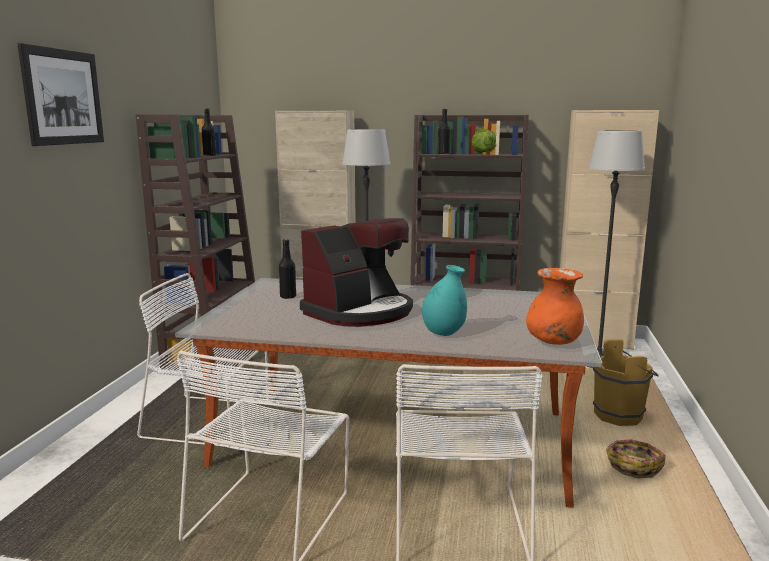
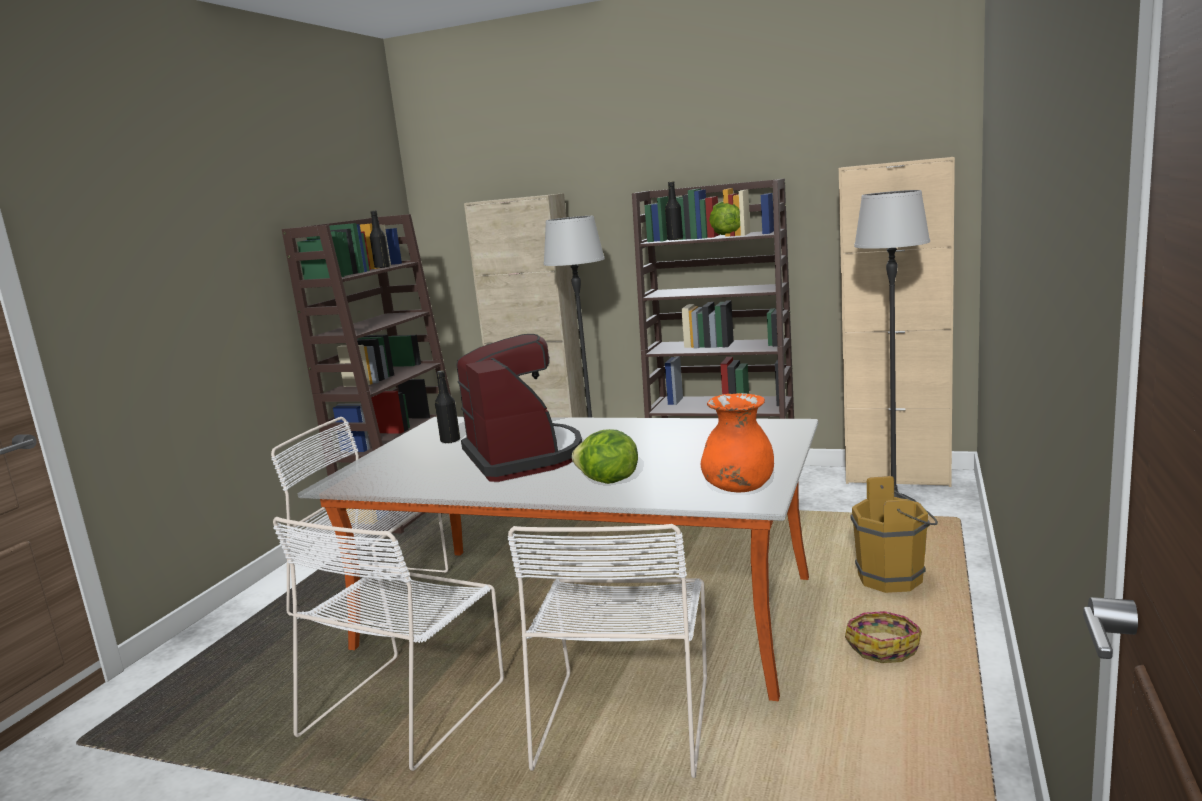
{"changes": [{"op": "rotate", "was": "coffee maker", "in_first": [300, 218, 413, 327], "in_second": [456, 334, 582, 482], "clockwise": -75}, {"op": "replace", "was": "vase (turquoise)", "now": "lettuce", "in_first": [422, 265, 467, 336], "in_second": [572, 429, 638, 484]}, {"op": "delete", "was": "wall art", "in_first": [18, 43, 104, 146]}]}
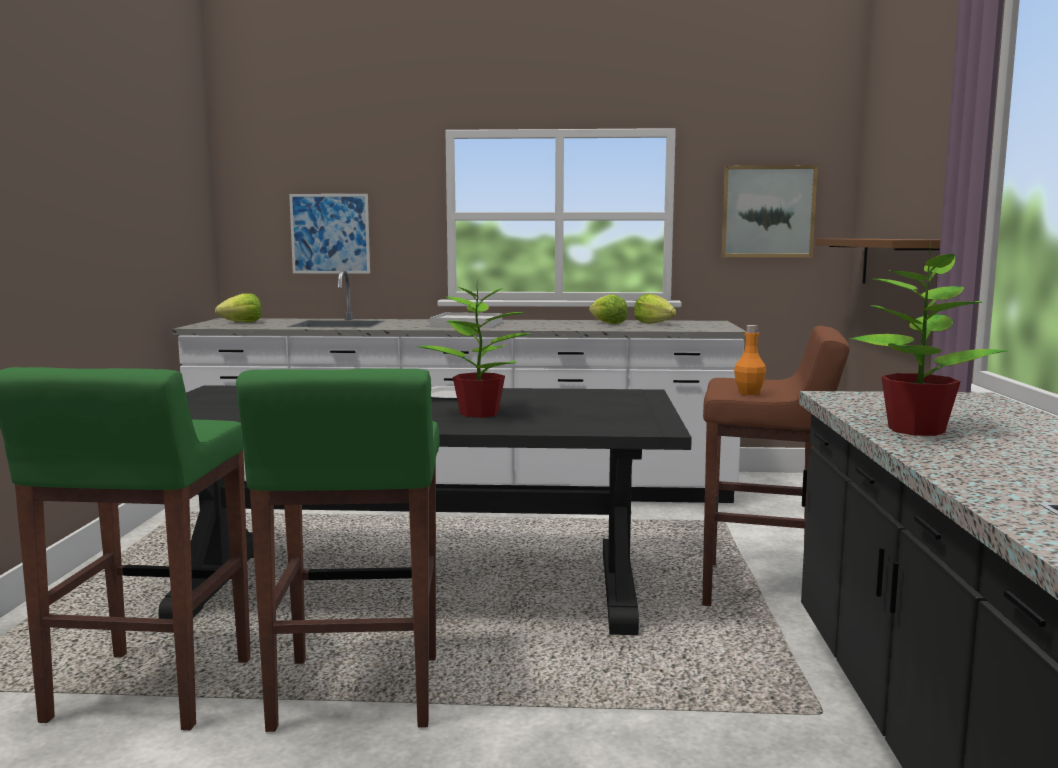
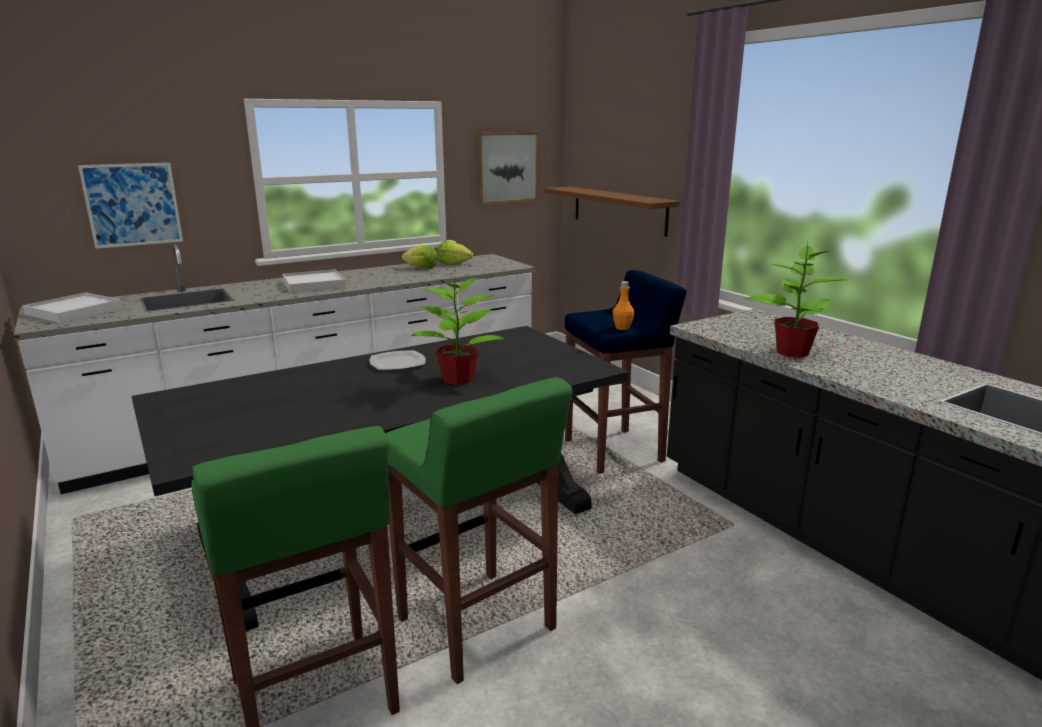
{"changes": [{"op": "replace", "was": "lettuce", "now": "serving tray (white)", "in_first": [215, 293, 262, 322], "in_second": [22, 292, 122, 323]}, {"op": "recolor", "was": "stool (brownish)", "now": "stool (bluish)", "in_first": [702, 326, 850, 606], "in_second": [565, 270, 686, 474]}]}
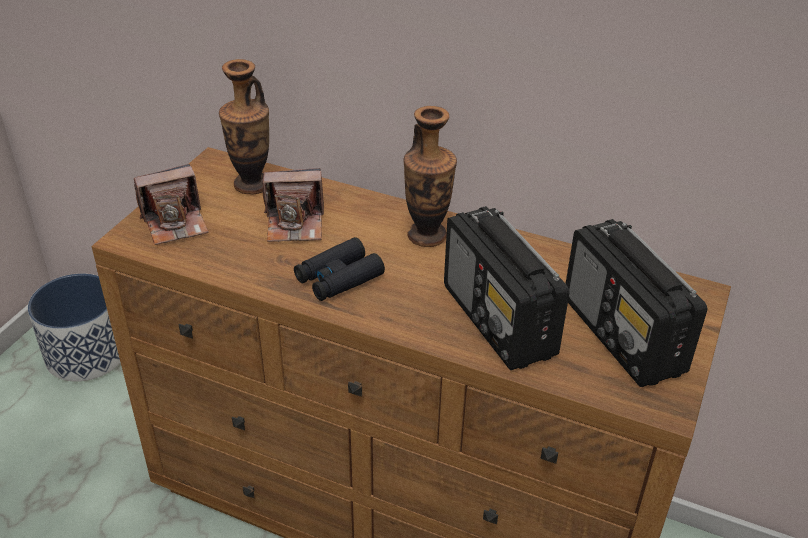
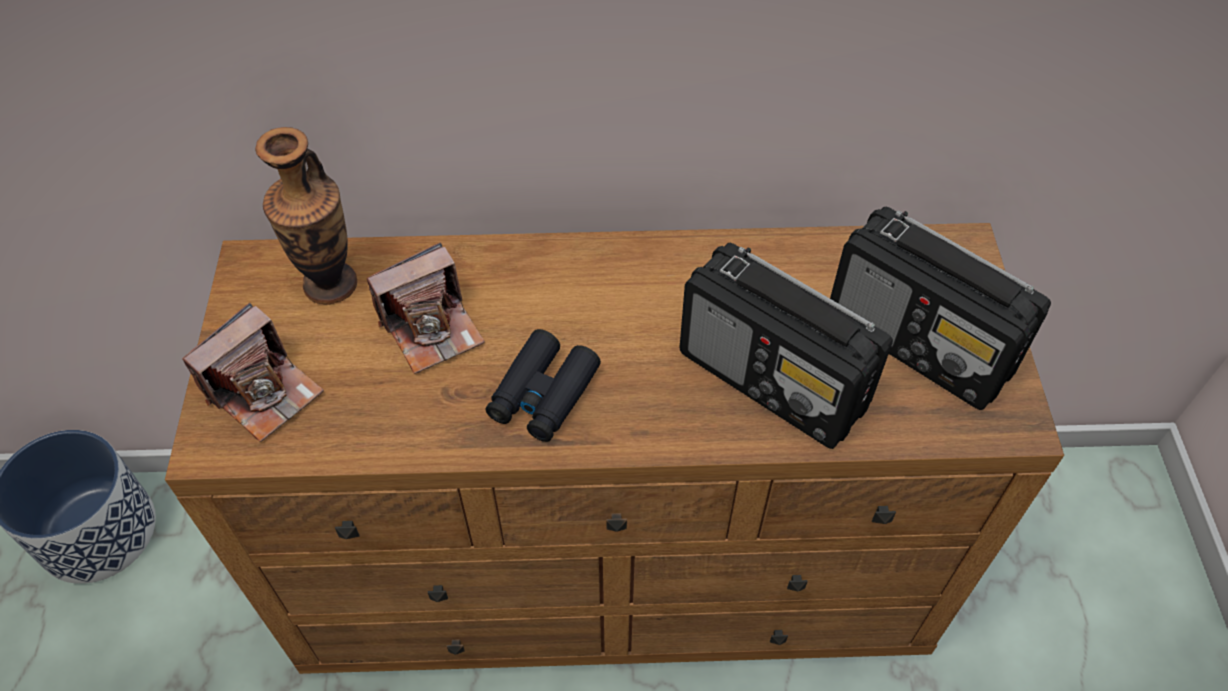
{"changes": [{"op": "delete", "was": "vase", "in_first": [404, 106, 457, 247]}]}
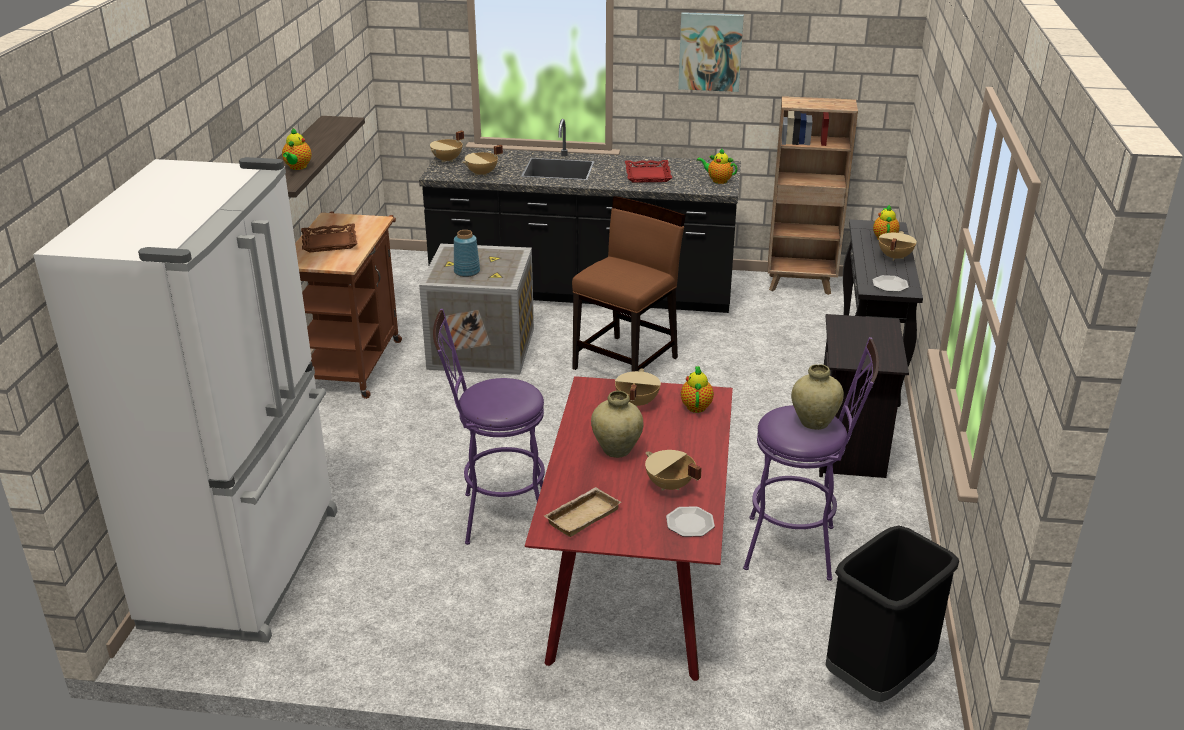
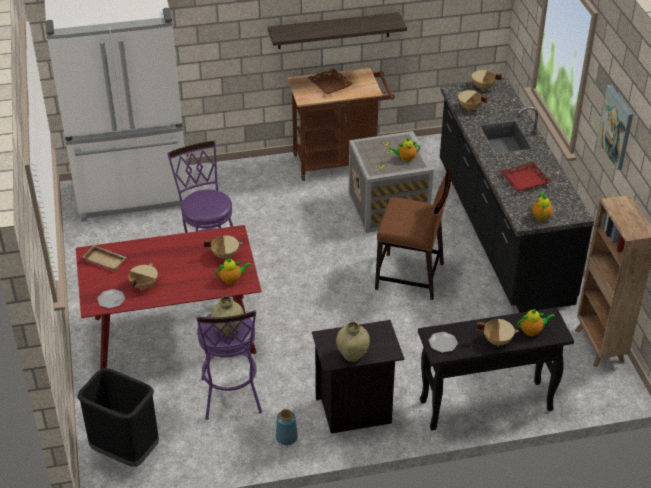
{"changes": [{"op": "move", "was": "vase (bluish)", "in_first": [454, 230, 480, 277], "in_second": [276, 409, 298, 445]}, {"op": "move", "was": "vase (beige-coloured)", "in_first": [591, 391, 644, 458], "in_second": [336, 322, 370, 362]}, {"op": "move", "was": "tea pot", "in_first": [282, 128, 312, 170], "in_second": [389, 138, 420, 162]}]}
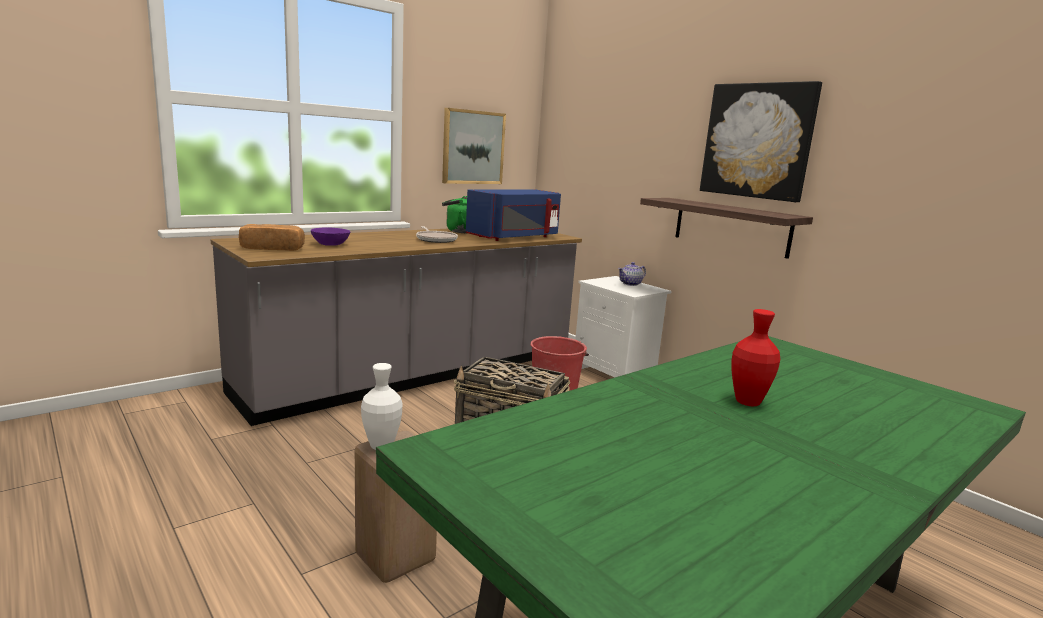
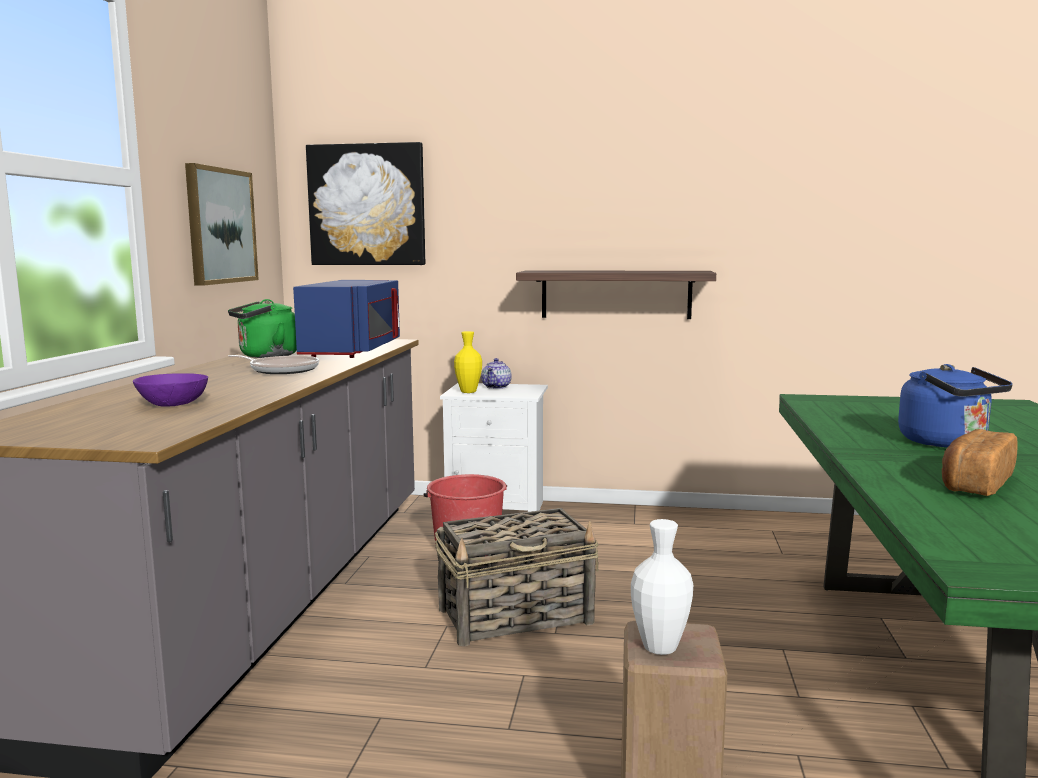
{"changes": [{"op": "move", "was": "wall art", "in_first": [700, 81, 822, 202], "in_second": [306, 142, 425, 265]}, {"op": "insert", "now": "vase (yellow-coloured)", "in_second": [454, 331, 482, 393]}, {"op": "replace", "was": "vase (red-coloured)", "now": "tea kettle (bluish)", "in_first": [731, 309, 780, 406], "in_second": [898, 364, 1013, 448]}, {"op": "move", "was": "bakery bread", "in_first": [239, 224, 305, 251], "in_second": [942, 429, 1018, 496]}]}
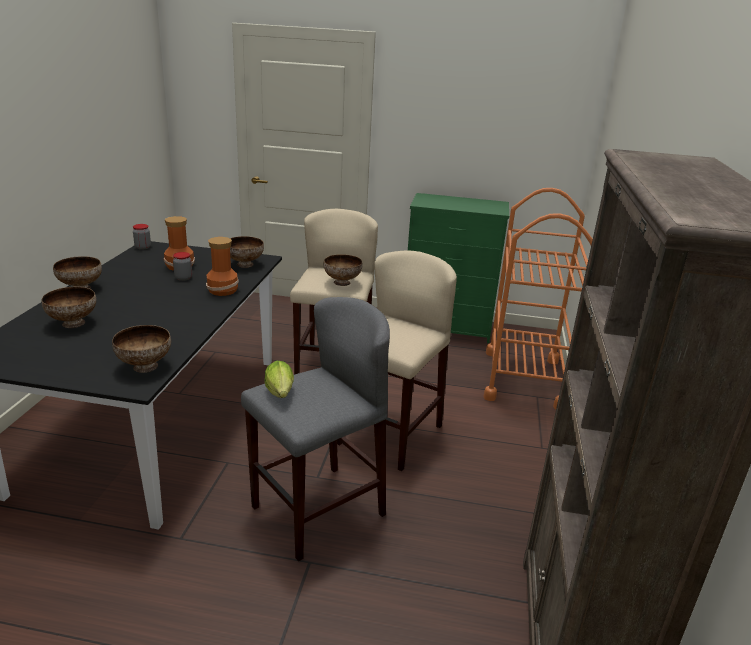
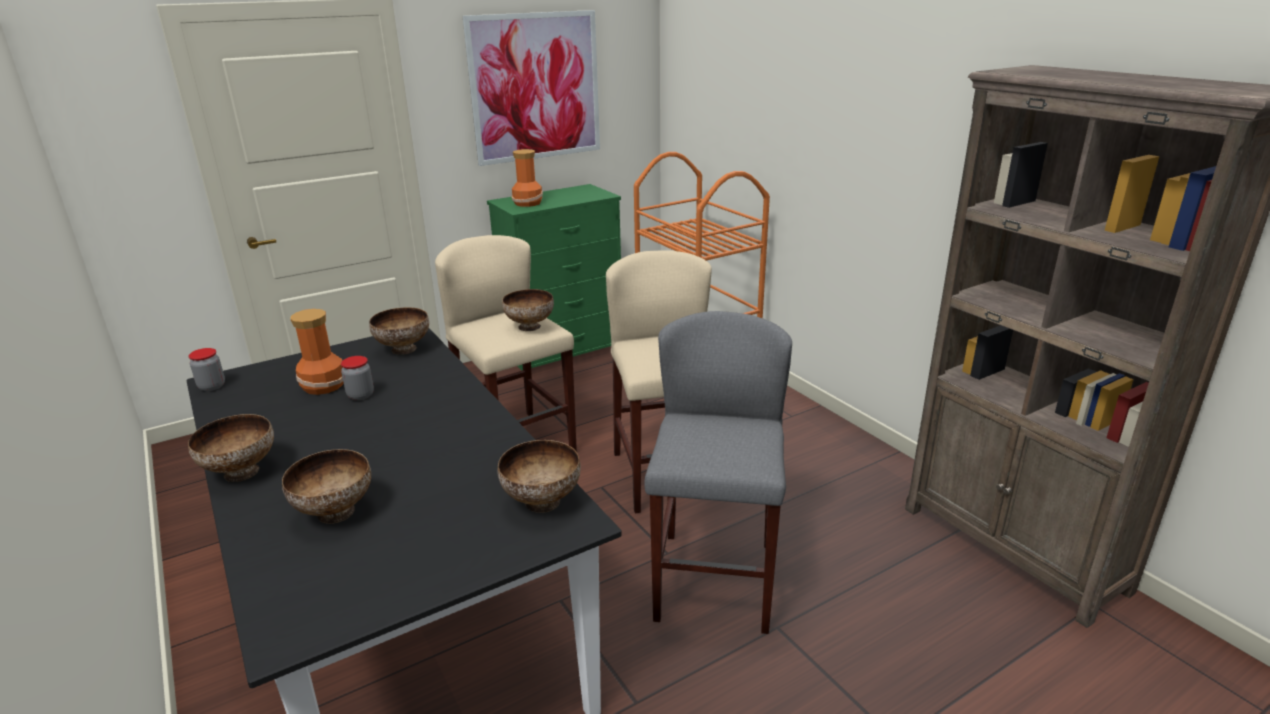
{"changes": [{"op": "insert", "now": "wall art", "in_second": [463, 10, 600, 166]}, {"op": "move", "was": "vase", "in_first": [206, 237, 239, 296], "in_second": [512, 149, 543, 207]}, {"op": "delete", "was": "lettuce", "in_first": [264, 361, 294, 398]}]}
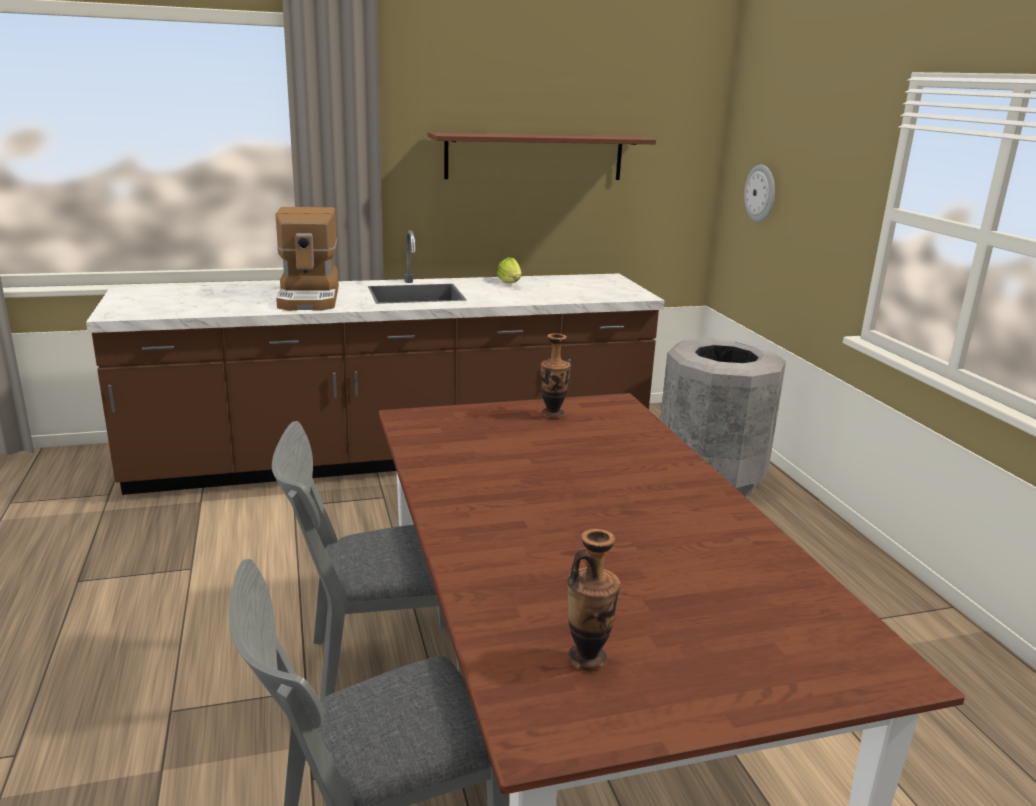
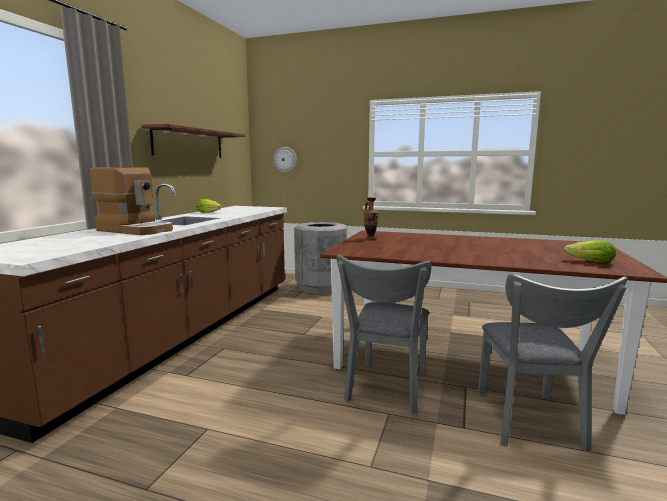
{"changes": [{"op": "replace", "was": "vase", "now": "lettuce", "in_first": [567, 529, 621, 672], "in_second": [564, 240, 616, 262]}]}
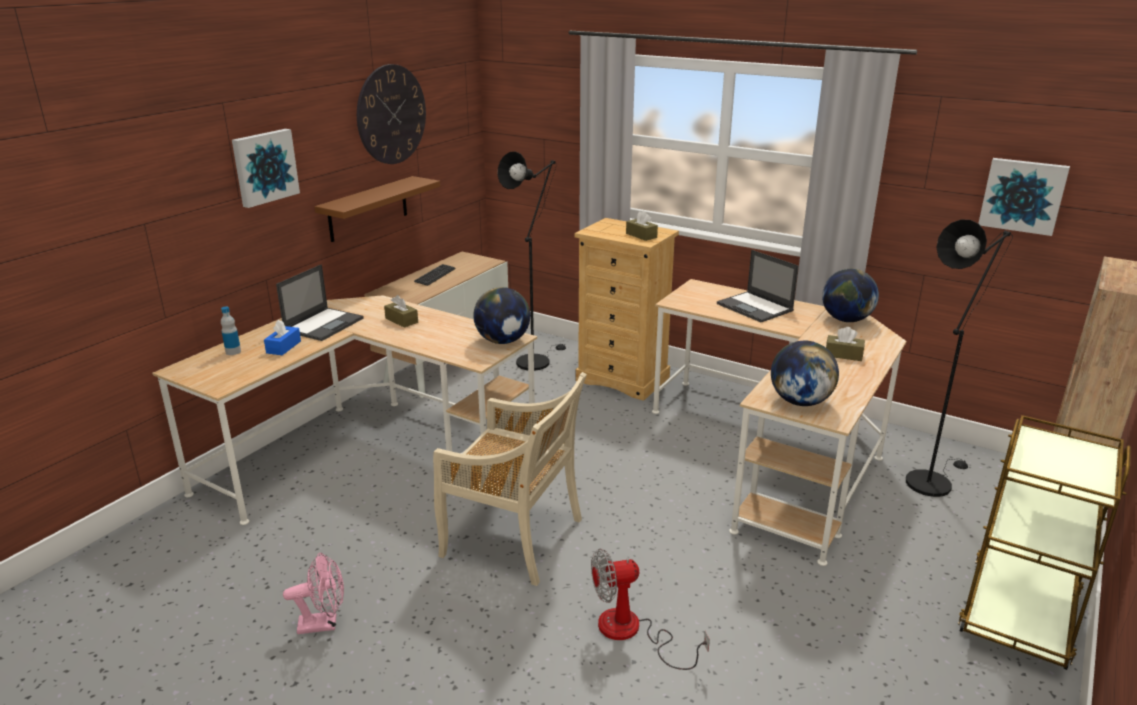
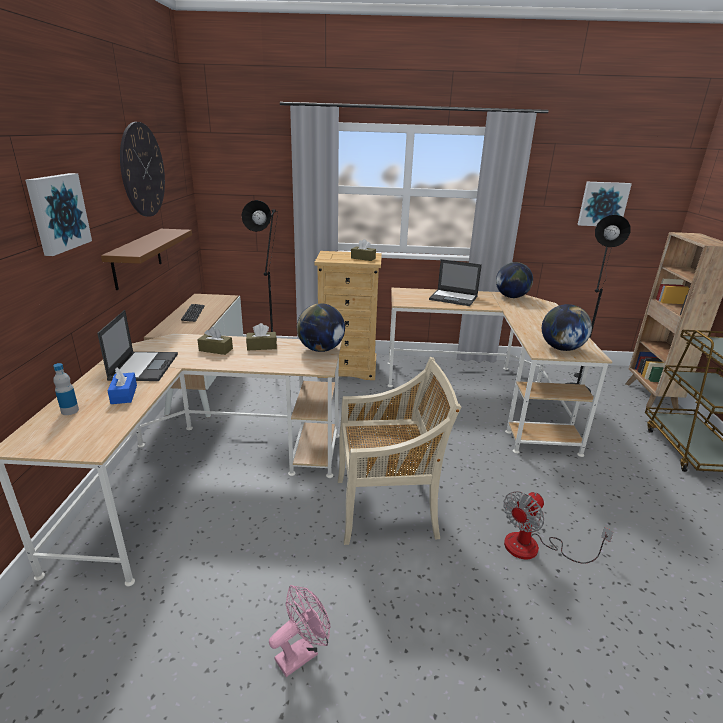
{"changes": [{"op": "move", "was": "tissue box (brownish)", "in_first": [826, 327, 865, 361], "in_second": [246, 323, 277, 350]}]}
